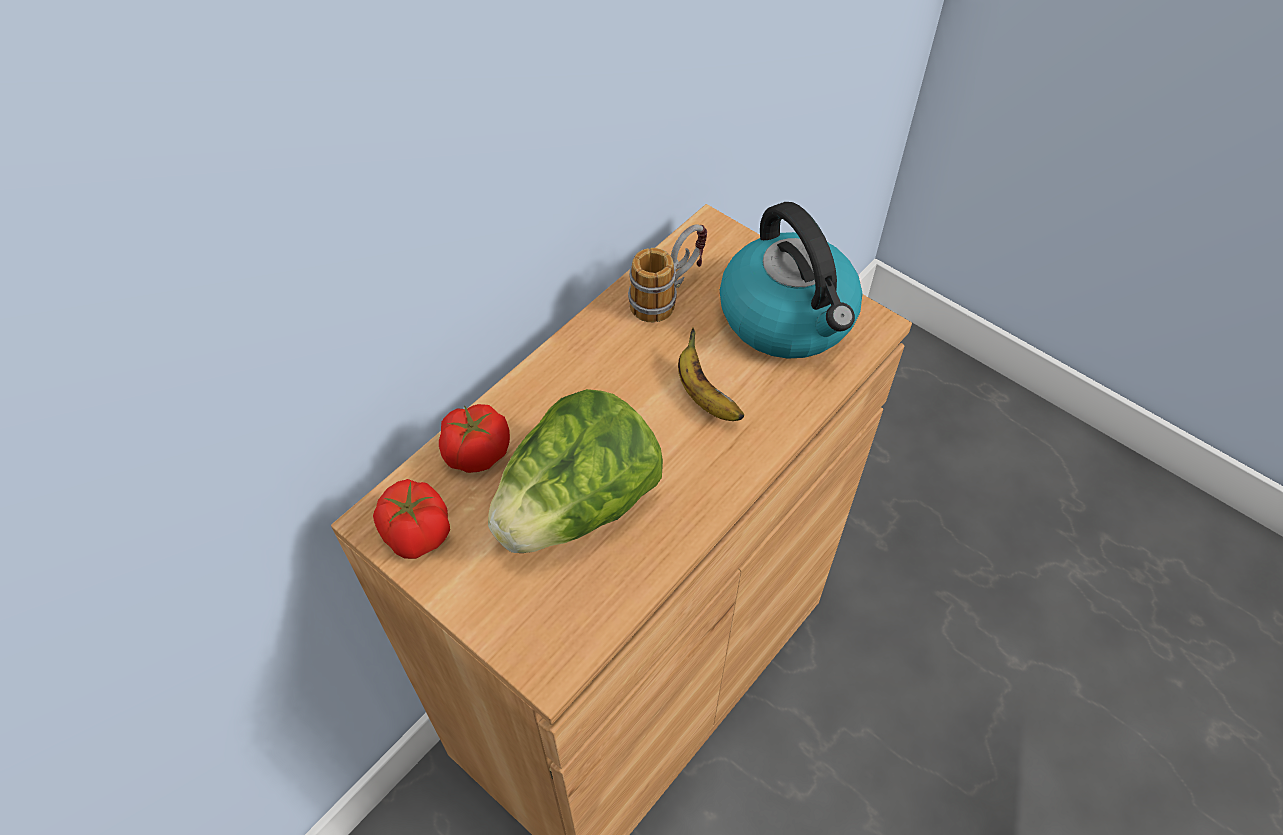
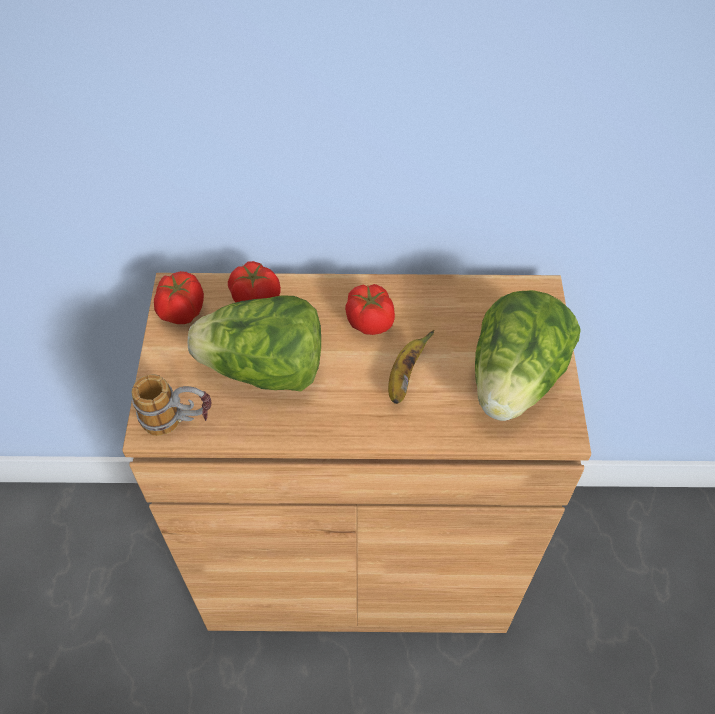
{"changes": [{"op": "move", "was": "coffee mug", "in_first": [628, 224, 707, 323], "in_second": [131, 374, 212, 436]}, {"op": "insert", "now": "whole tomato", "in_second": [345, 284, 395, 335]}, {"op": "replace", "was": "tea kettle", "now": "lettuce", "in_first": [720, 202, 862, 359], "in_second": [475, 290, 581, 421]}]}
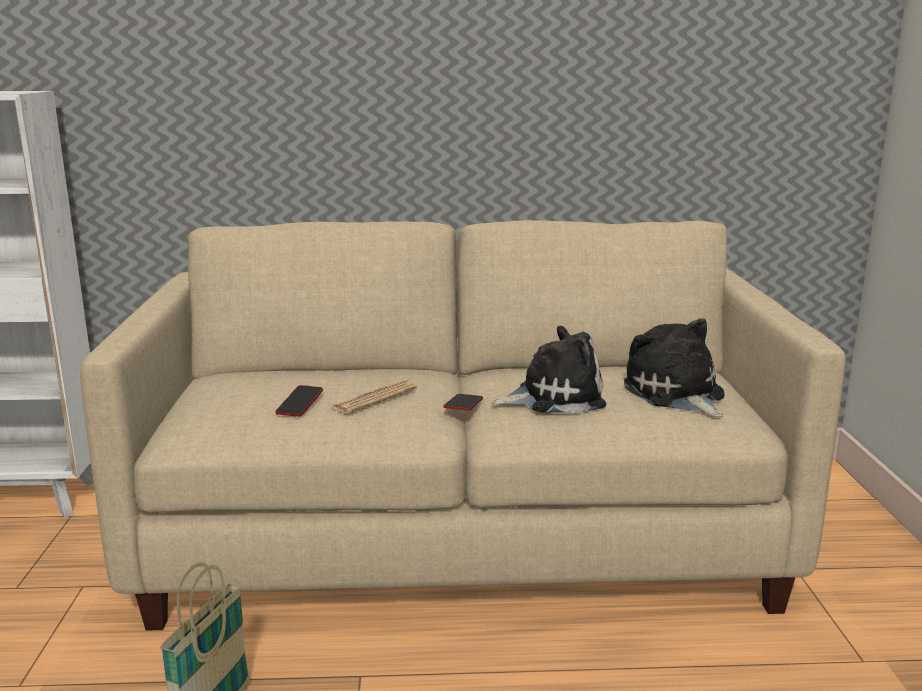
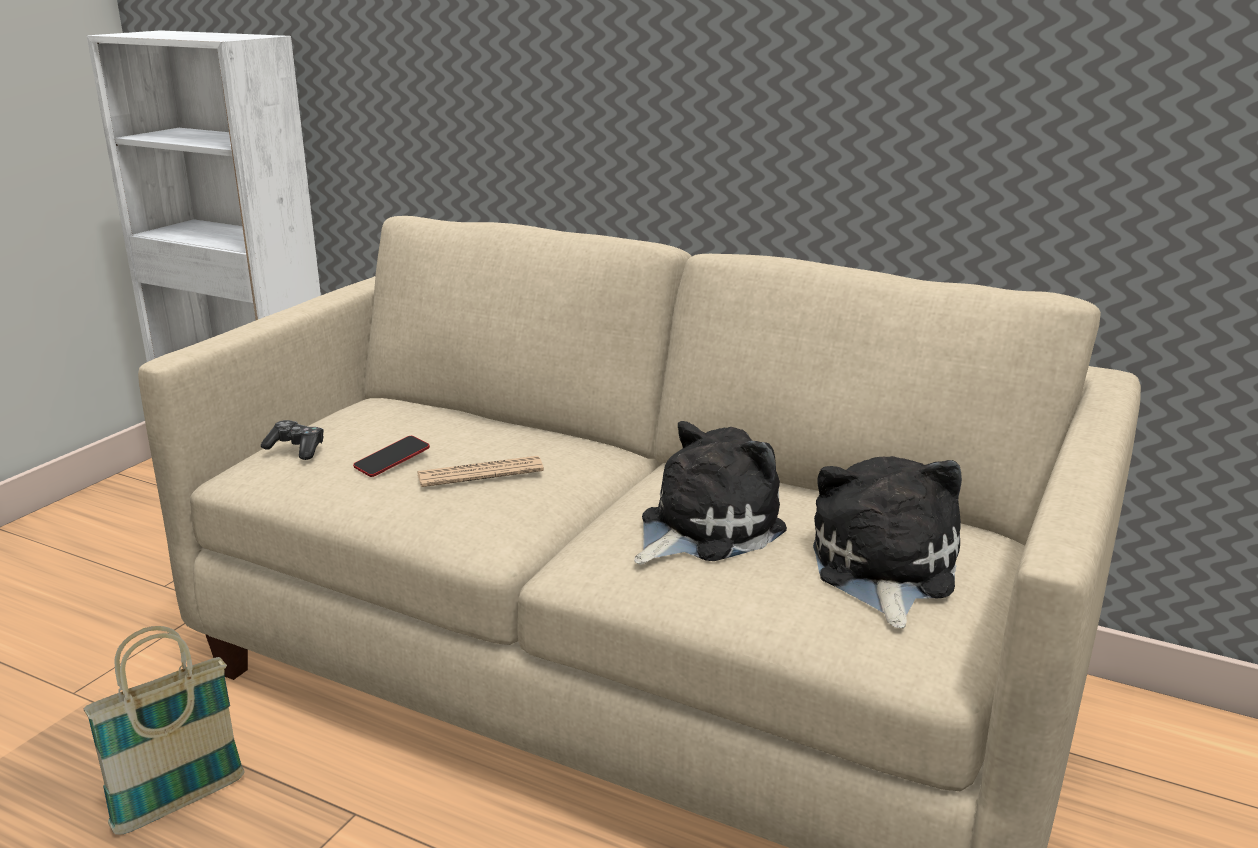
{"changes": [{"op": "insert", "now": "game controller", "in_second": [261, 420, 324, 460]}, {"op": "rotate", "was": "cuddly toy", "in_first": [492, 326, 606, 414], "in_second": [634, 421, 787, 565], "clockwise": -60}, {"op": "delete", "was": "telephone", "in_first": [443, 394, 483, 411]}]}
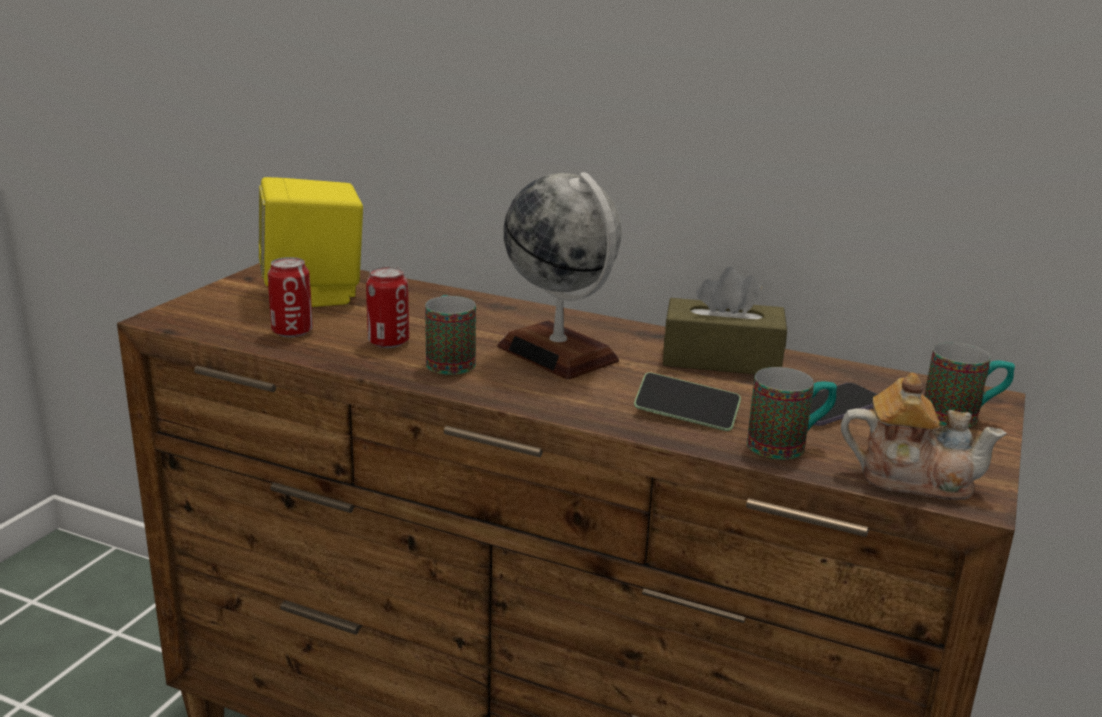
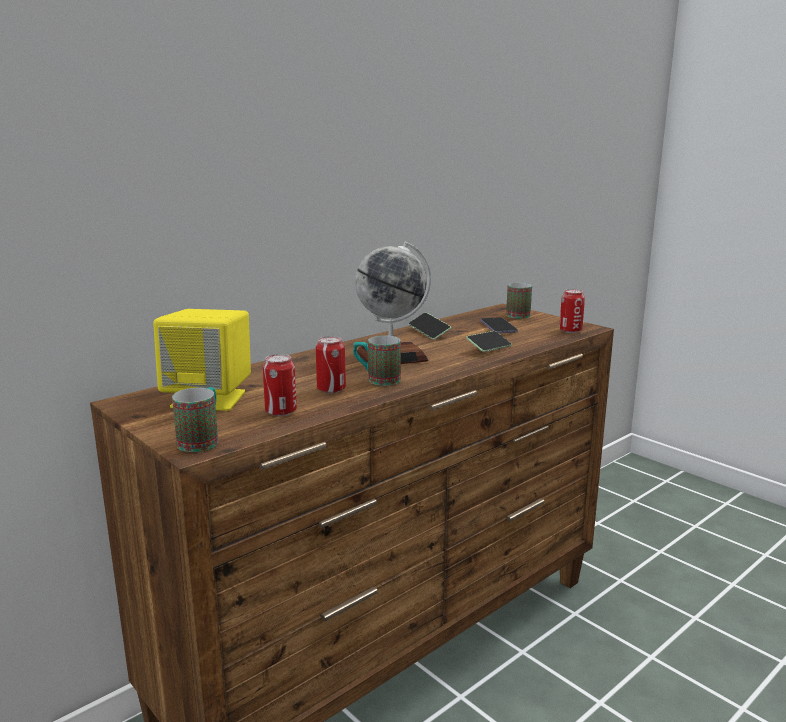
{"changes": [{"op": "move", "was": "coffee mug", "in_first": [747, 367, 837, 459], "in_second": [172, 387, 218, 452]}, {"op": "replace", "was": "tissue box (brownish)", "now": "telephone", "in_first": [663, 267, 787, 374], "in_second": [408, 312, 451, 340]}, {"op": "replace", "was": "tea pot", "now": "can", "in_first": [841, 372, 1007, 500], "in_second": [559, 289, 585, 333]}]}
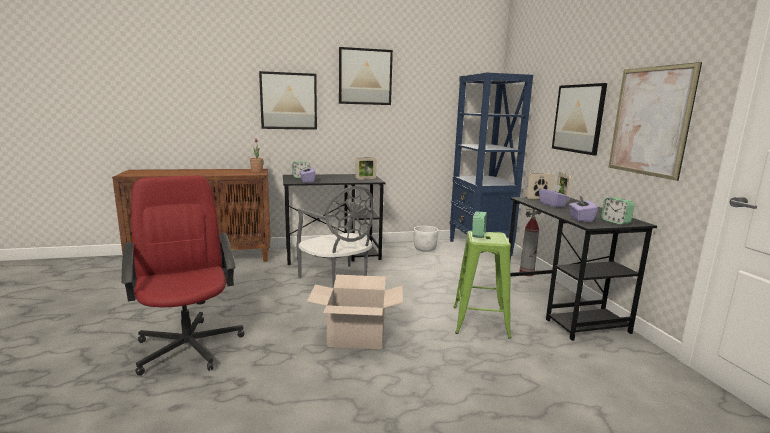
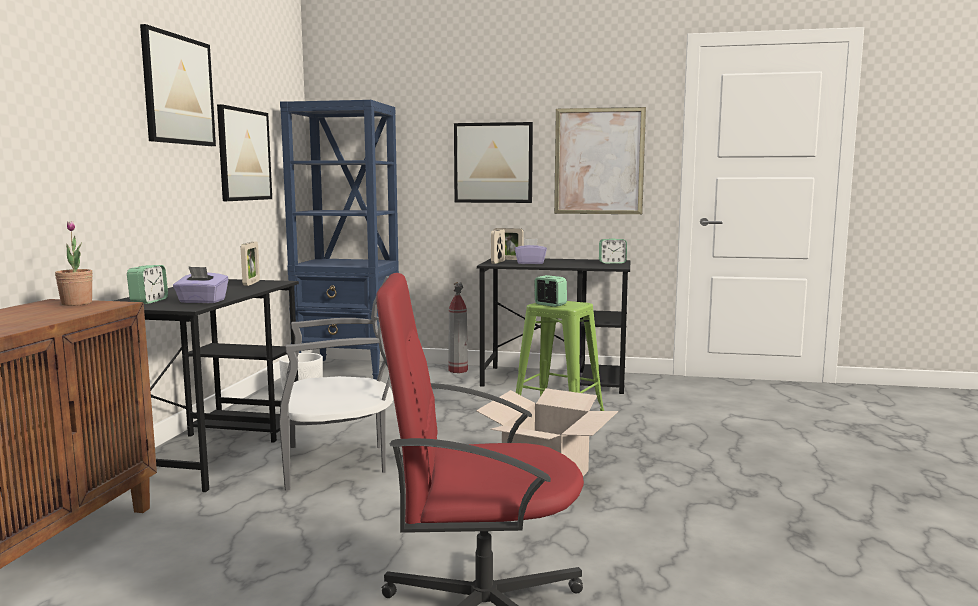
{"changes": [{"op": "move", "was": "wall art", "in_first": [259, 71, 317, 130], "in_second": [217, 104, 272, 201]}, {"op": "delete", "was": "tissue box (purple)", "in_first": [569, 195, 598, 222]}]}
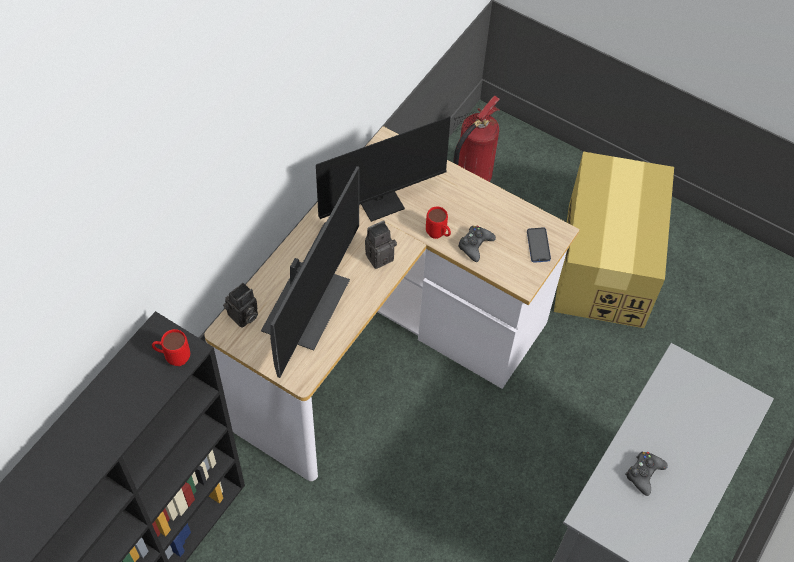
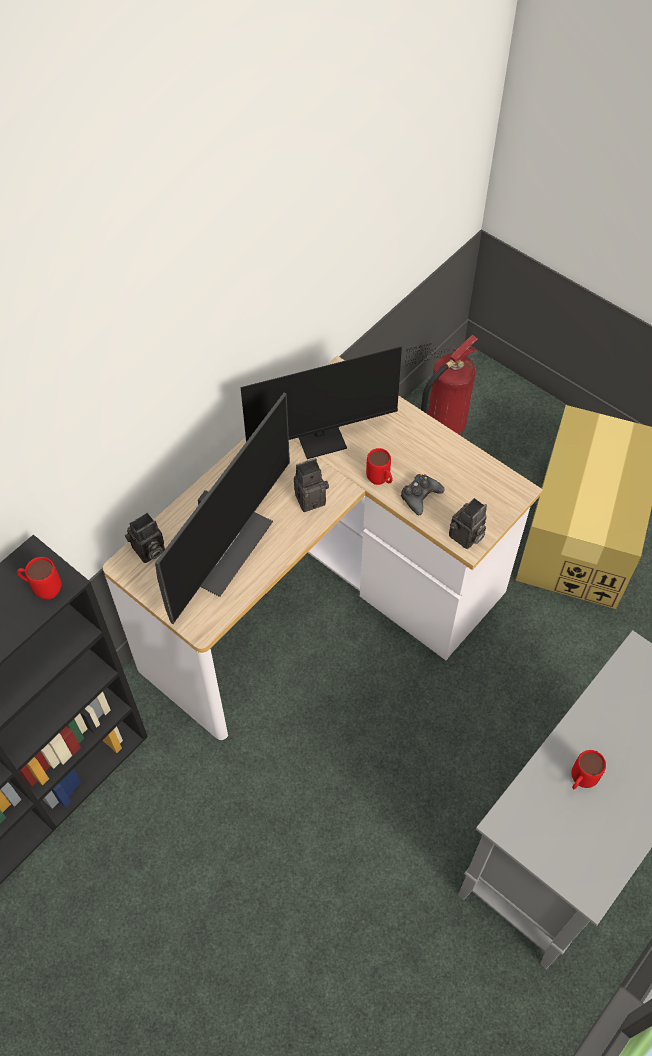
{"changes": [{"op": "insert", "now": "photo camera", "in_second": [449, 498, 487, 549]}, {"op": "replace", "was": "game controller (black-coloured)", "now": "coffee mug (red-coloured)", "in_first": [625, 452, 668, 496], "in_second": [571, 750, 606, 789]}, {"op": "delete", "was": "telephone", "in_first": [527, 227, 551, 263]}]}
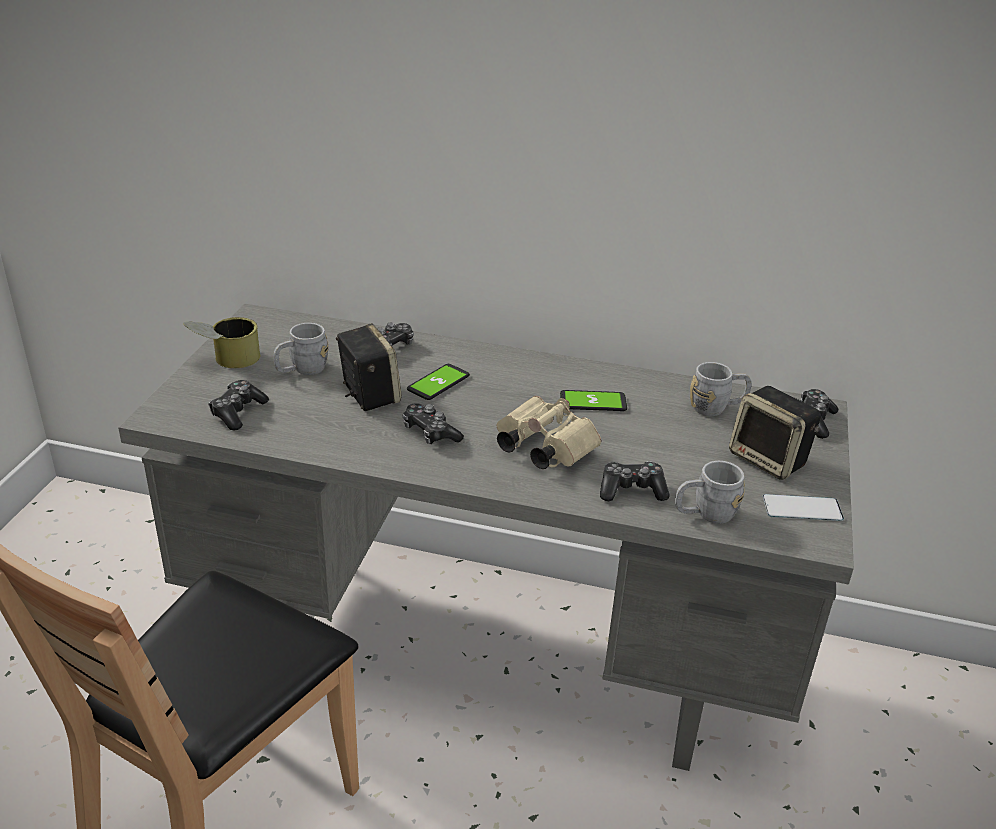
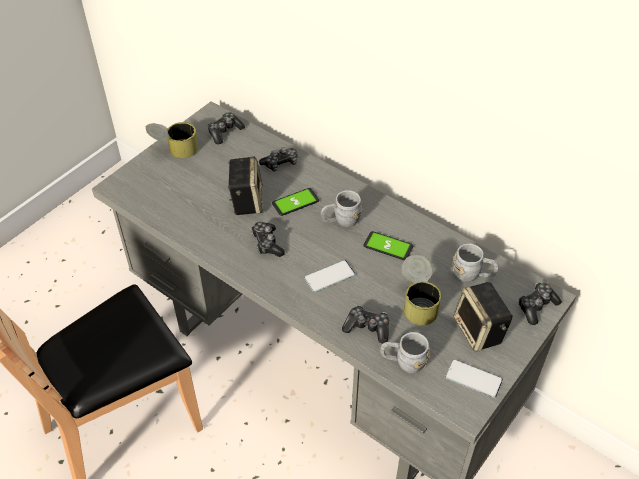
{"changes": [{"op": "move", "was": "game controller", "in_first": [208, 380, 269, 431], "in_second": [207, 112, 245, 144]}, {"op": "replace", "was": "pair of binoculars (beige-coloured)", "now": "telephone", "in_first": [496, 396, 601, 469], "in_second": [304, 260, 356, 292]}, {"op": "move", "was": "coffee mug (gray)", "in_first": [273, 323, 329, 375], "in_second": [321, 190, 362, 227]}, {"op": "insert", "now": "can", "in_second": [401, 255, 441, 325]}]}
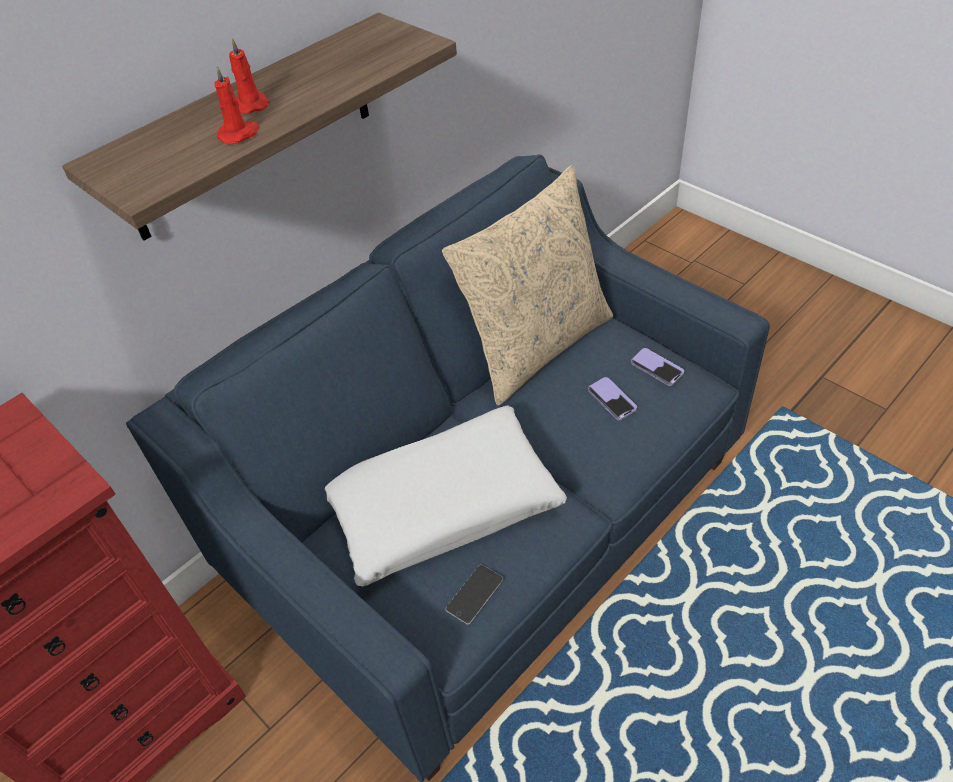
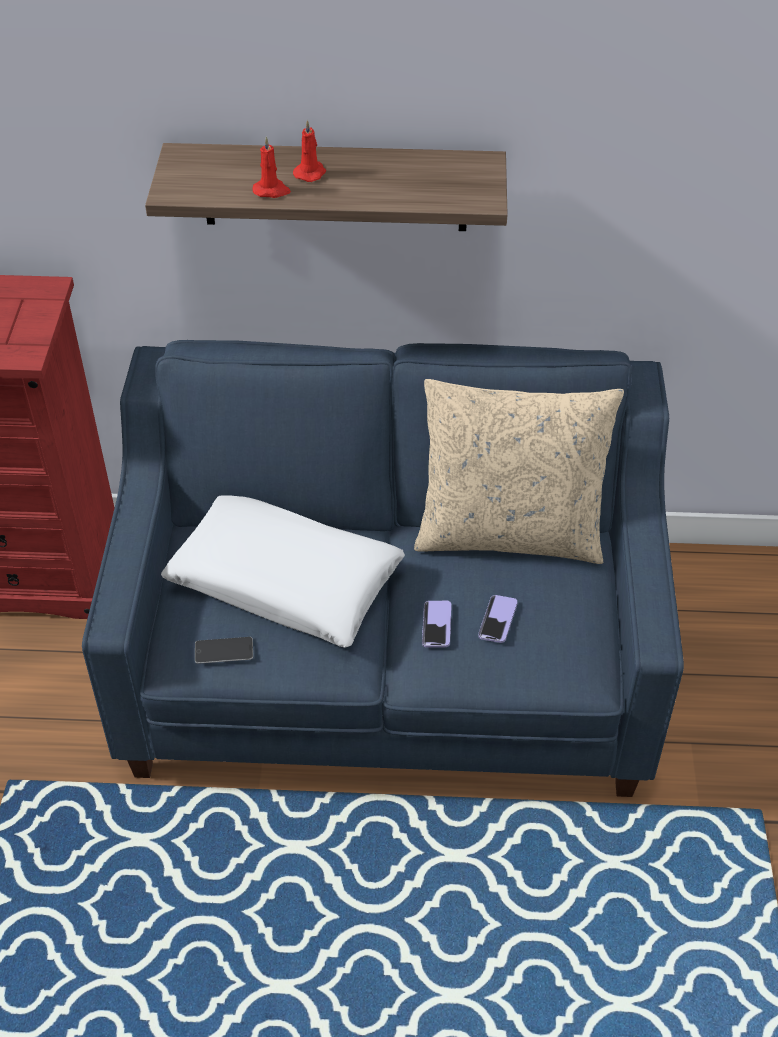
{"changes": [{"op": "move", "was": "telephone", "in_first": [631, 348, 684, 386], "in_second": [422, 601, 452, 648]}]}
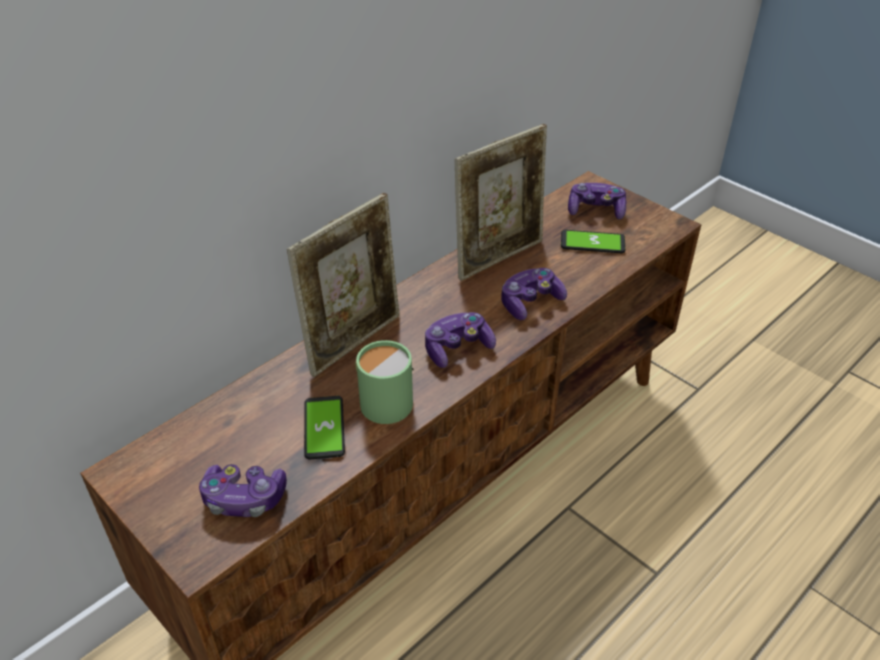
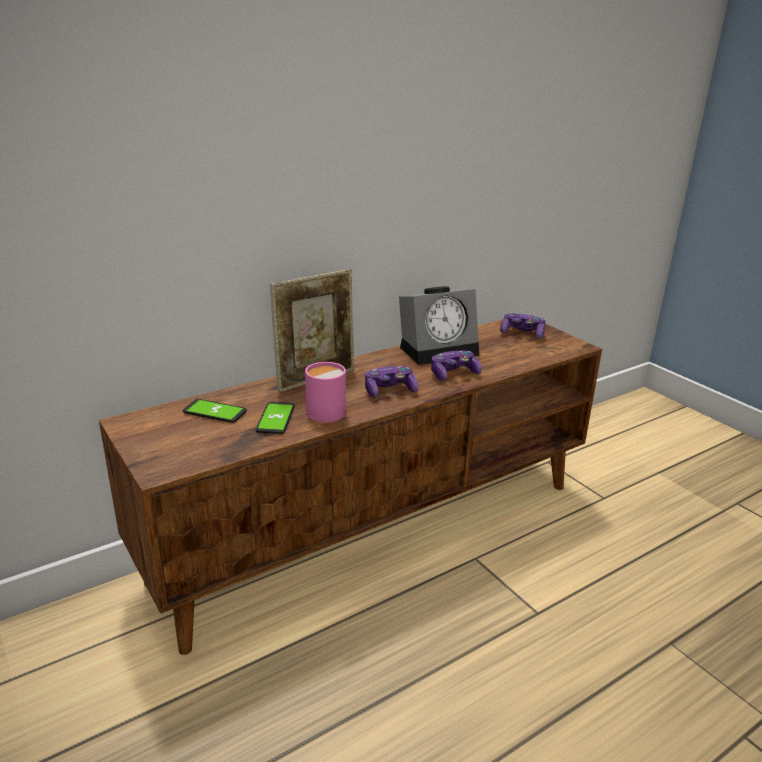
{"changes": [{"op": "move", "was": "telephone", "in_first": [561, 230, 625, 253], "in_second": [183, 399, 247, 423]}, {"op": "recolor", "was": "coffee mug (greenish)", "now": "coffee mug (pink-coloured)", "in_first": [356, 340, 414, 424], "in_second": [305, 362, 348, 422]}, {"op": "replace", "was": "picture frame", "now": "bedside clock", "in_first": [455, 124, 547, 281], "in_second": [399, 286, 479, 365]}, {"op": "delete", "was": "game controller", "in_first": [199, 464, 287, 517]}]}
